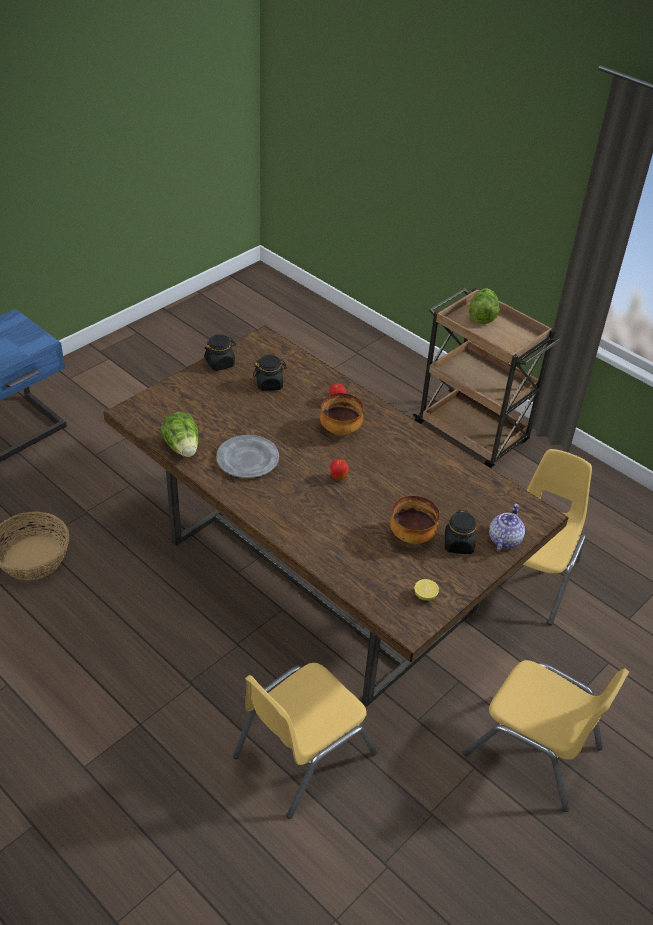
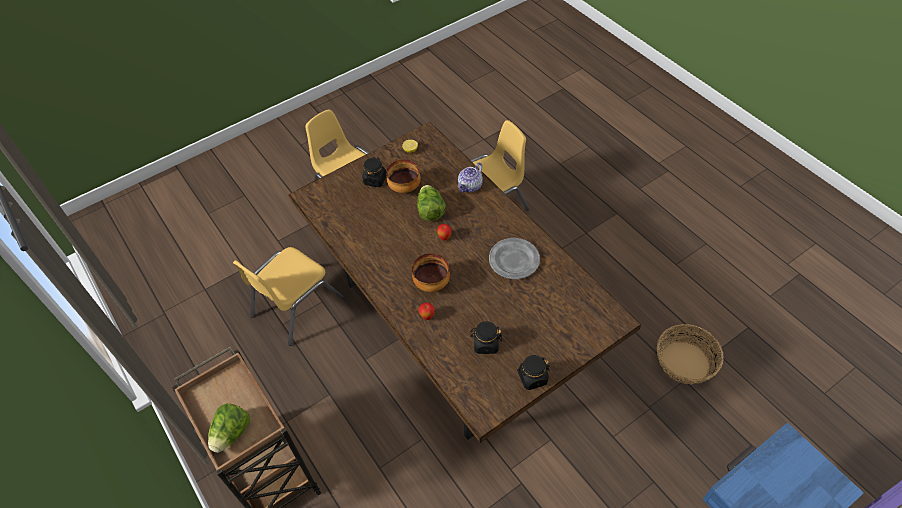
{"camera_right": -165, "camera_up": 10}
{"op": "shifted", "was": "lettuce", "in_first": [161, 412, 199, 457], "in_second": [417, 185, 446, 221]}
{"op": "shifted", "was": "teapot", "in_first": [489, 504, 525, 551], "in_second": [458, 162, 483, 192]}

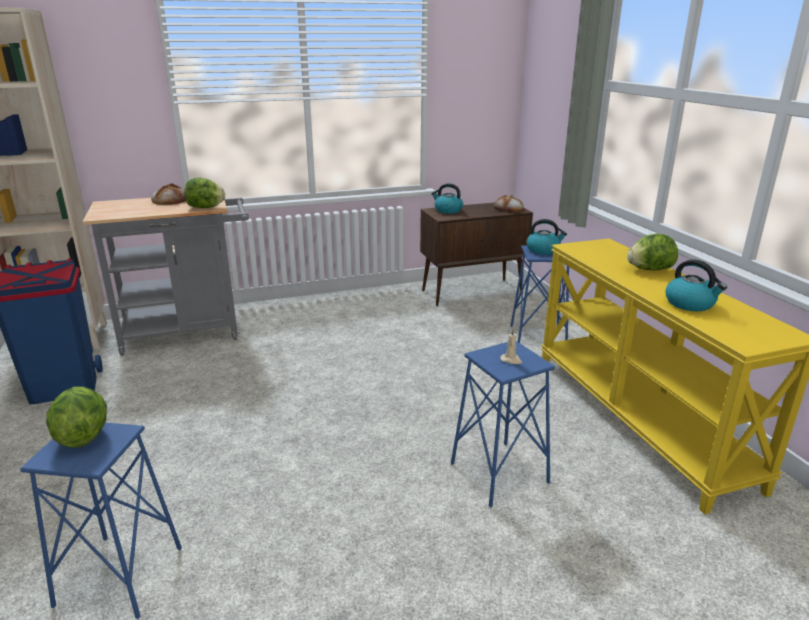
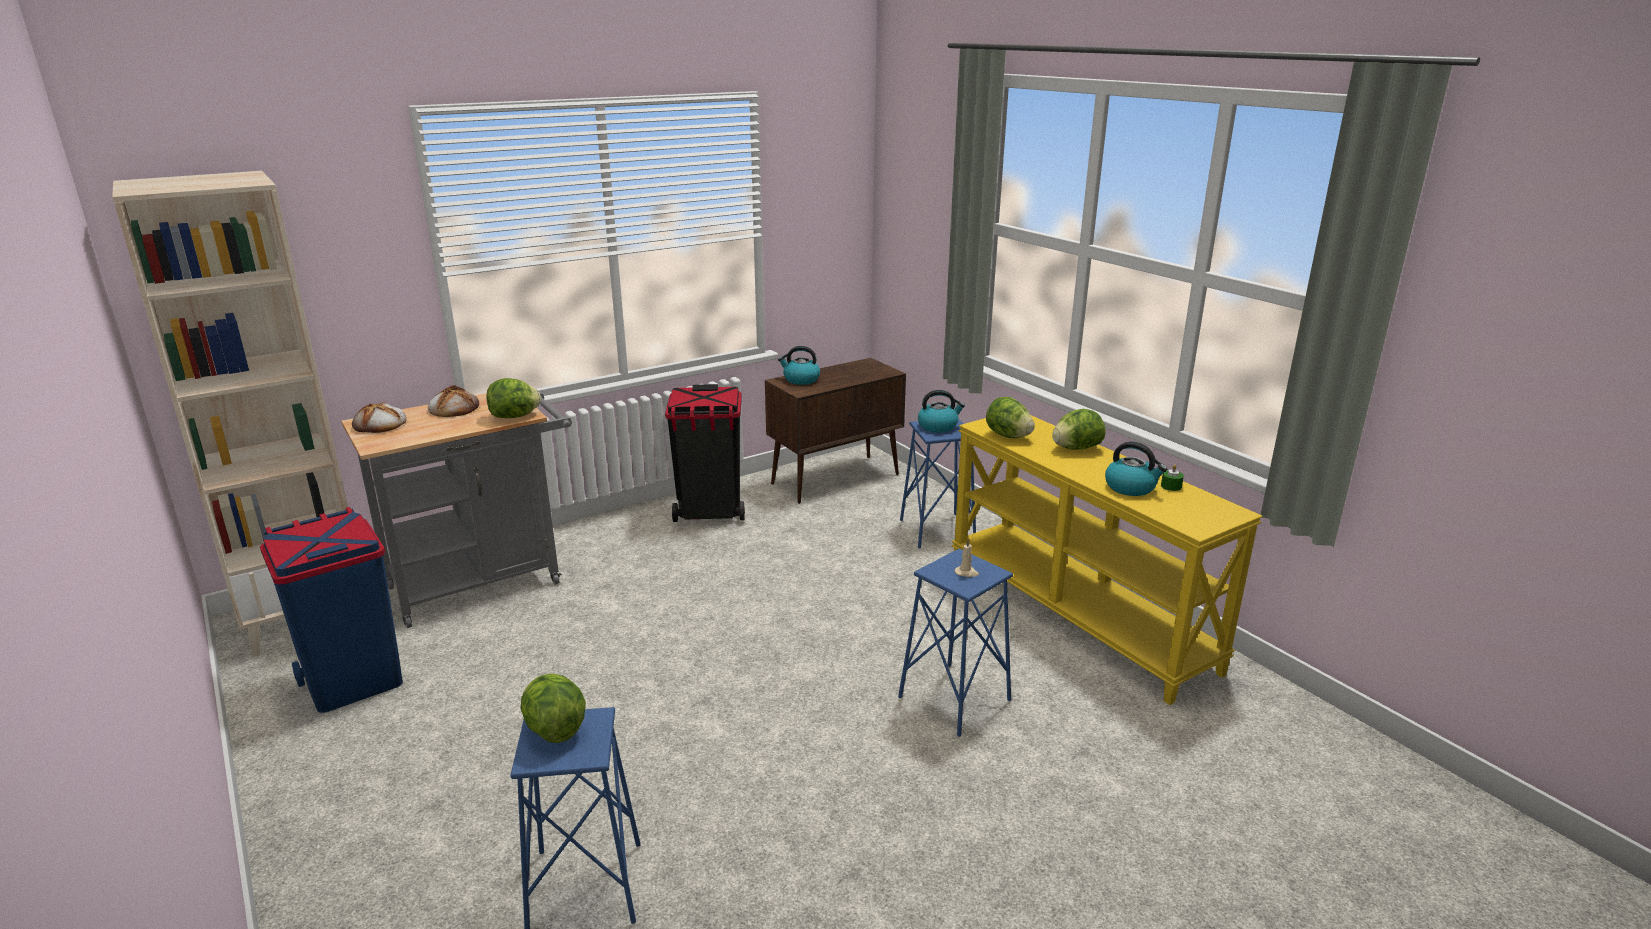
{"camera_right": -15, "camera_up": 0}
{"op": "new", "now": "trash can (black)", "in_second": [665, 384, 745, 522]}
{"op": "new", "now": "lettuce", "in_second": [986, 397, 1035, 438]}
{"op": "new", "now": "candle (green)", "in_second": [1161, 464, 1184, 491]}
{"op": "shifted", "was": "bread", "in_first": [494, 195, 524, 212], "in_second": [352, 402, 407, 433]}

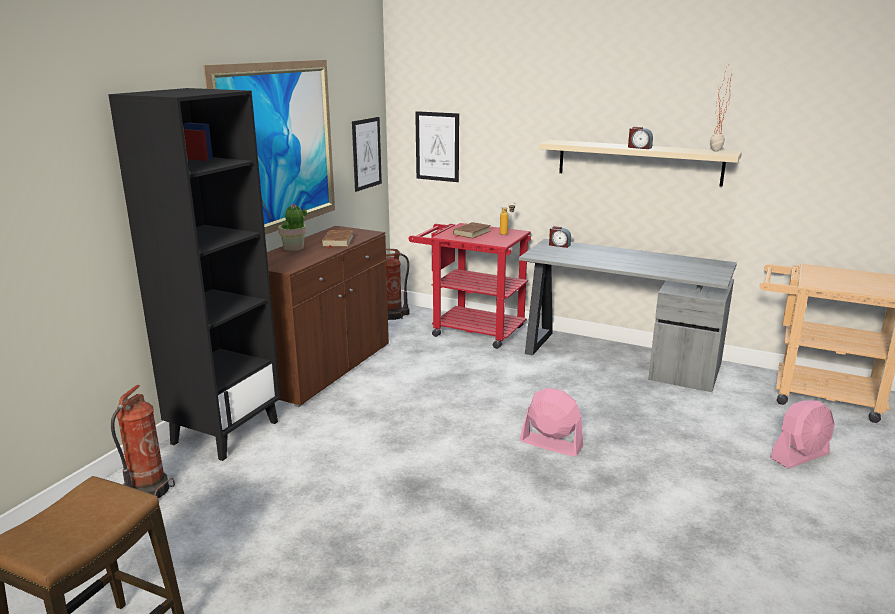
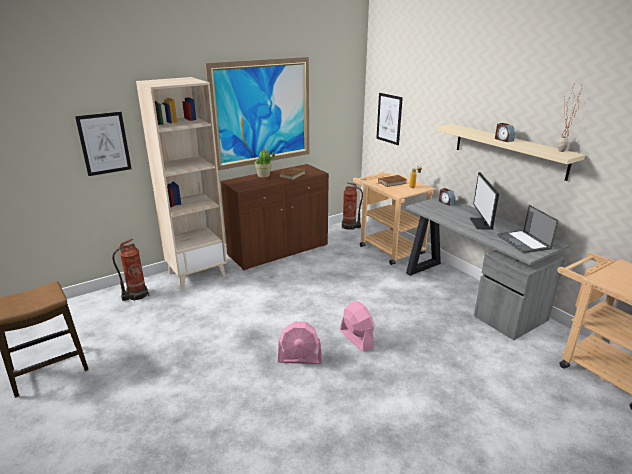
{"camera_right": 30, "camera_up": 5}
{"op": "new", "now": "monitor", "in_second": [470, 172, 499, 230]}
{"op": "new", "now": "laptop", "in_second": [497, 205, 559, 253]}
{"op": "shifted", "was": "picture", "in_first": [352, 117, 382, 192], "in_second": [75, 112, 132, 176]}
{"op": "shifted", "was": "fan (pink)", "in_first": [770, 400, 835, 469], "in_second": [278, 321, 322, 364]}
{"op": "repainted", "was": "bookcase (black)", "now": "bookcase (beige)", "in_first": [108, 88, 281, 461], "in_second": [136, 77, 227, 290]}
{"op": "repainted", "was": "cart (red)", "now": "cart (beige)", "in_first": [409, 223, 531, 349], "in_second": [353, 171, 435, 265]}

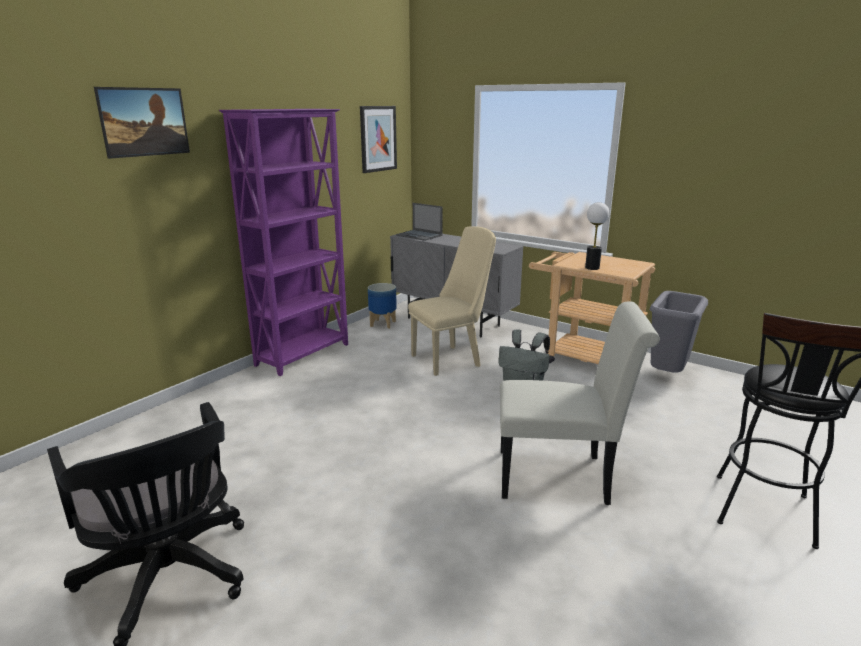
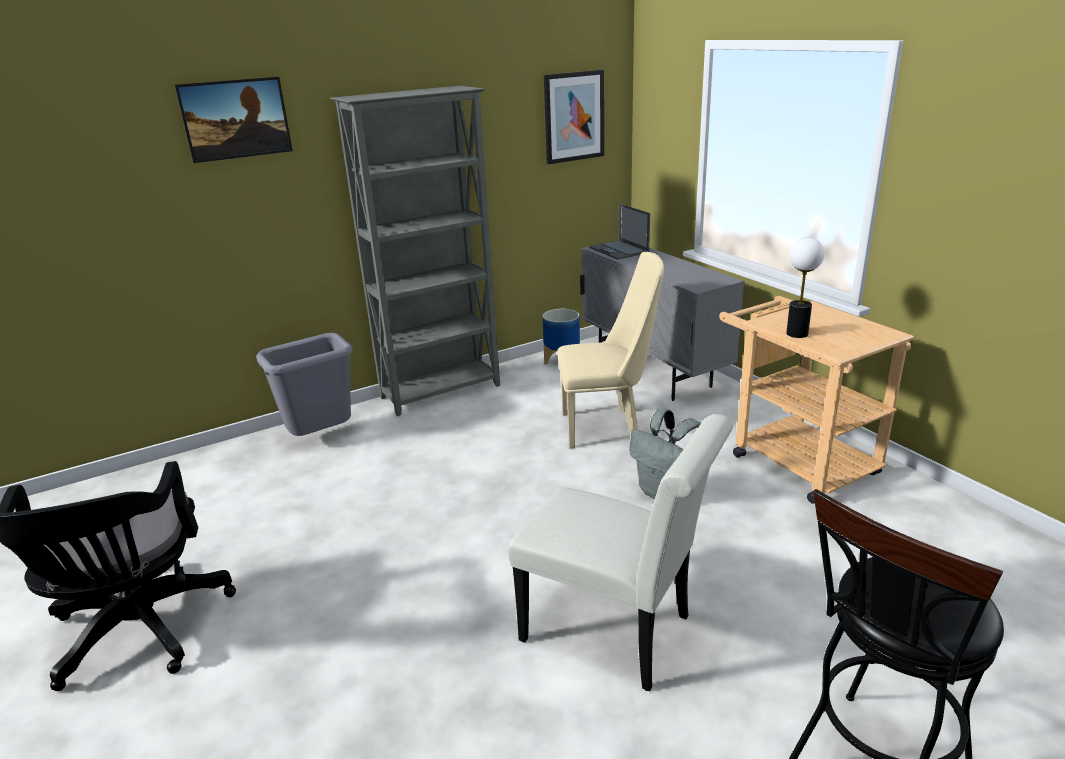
{"camera_right": 25, "camera_up": 5}
{"op": "shifted", "was": "trash can (grey)", "in_first": [650, 291, 708, 373], "in_second": [256, 333, 353, 436]}
{"op": "repainted", "was": "bookcase (purple)", "now": "bookcase (grey)", "in_first": [219, 109, 348, 376], "in_second": [330, 86, 500, 416]}

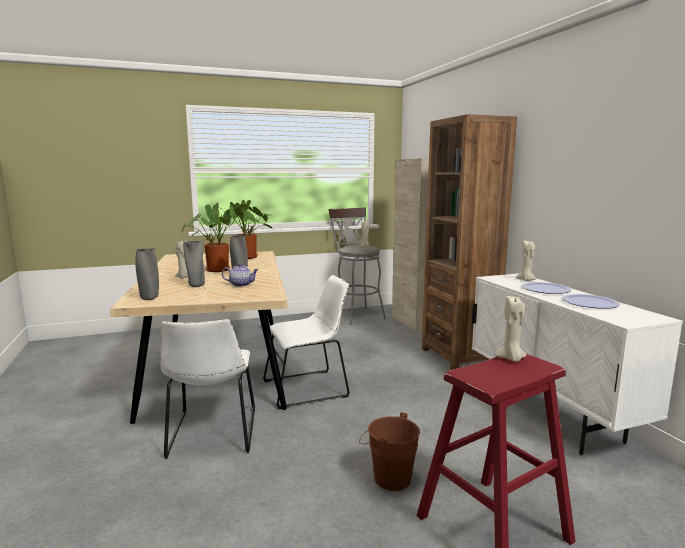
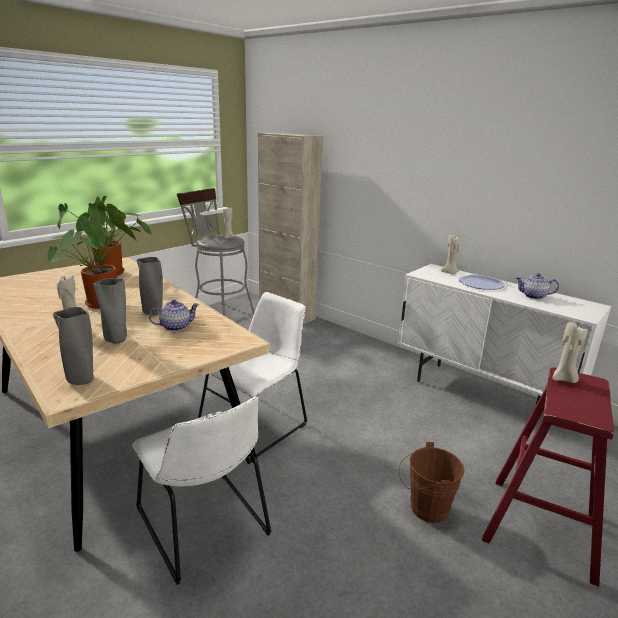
{"camera_right": -30, "camera_up": 10}
{"op": "gone", "was": "bookcase (brown)", "in_first": [422, 114, 517, 370]}
{"op": "swapped", "was": "plate", "now": "teapot", "in_first": [562, 294, 620, 309], "in_second": [516, 273, 559, 299]}

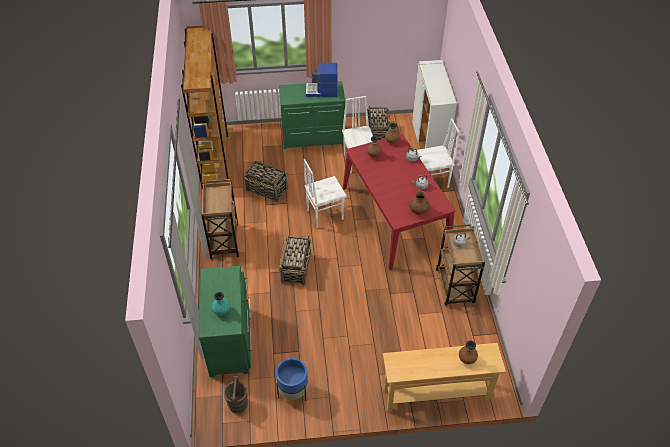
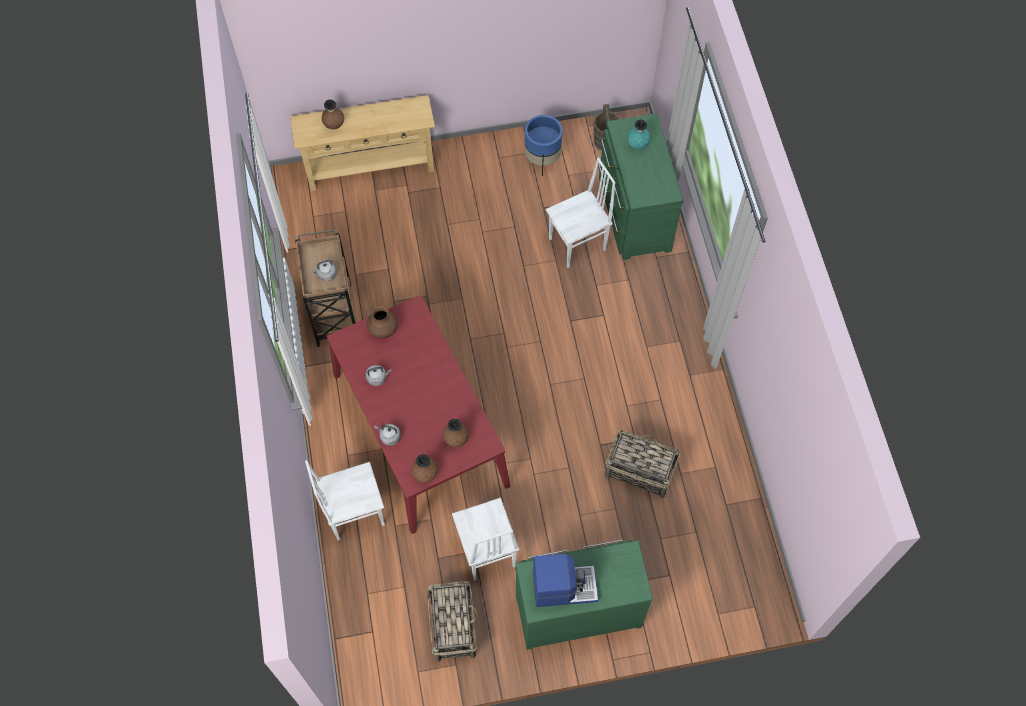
{"camera_right": 175, "camera_up": 15}
{"op": "gone", "was": "bookcase (brown)", "in_first": [181, 26, 228, 189]}
{"op": "gone", "was": "cart (brown)", "in_first": [201, 179, 239, 259]}
{"op": "gone", "was": "basket", "in_first": [279, 236, 311, 286]}
{"op": "gone", "was": "cabinet (white)", "in_first": [412, 60, 457, 152]}
{"op": "shifted", "was": "chair (white)", "in_first": [304, 159, 347, 228], "in_second": [546, 157, 616, 268]}

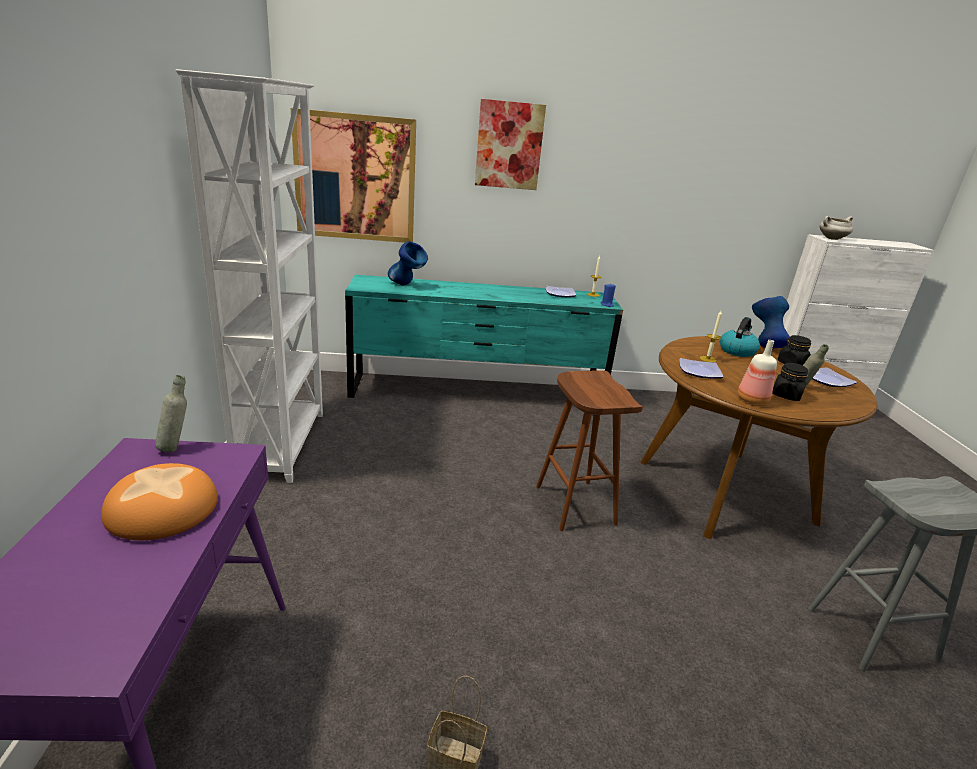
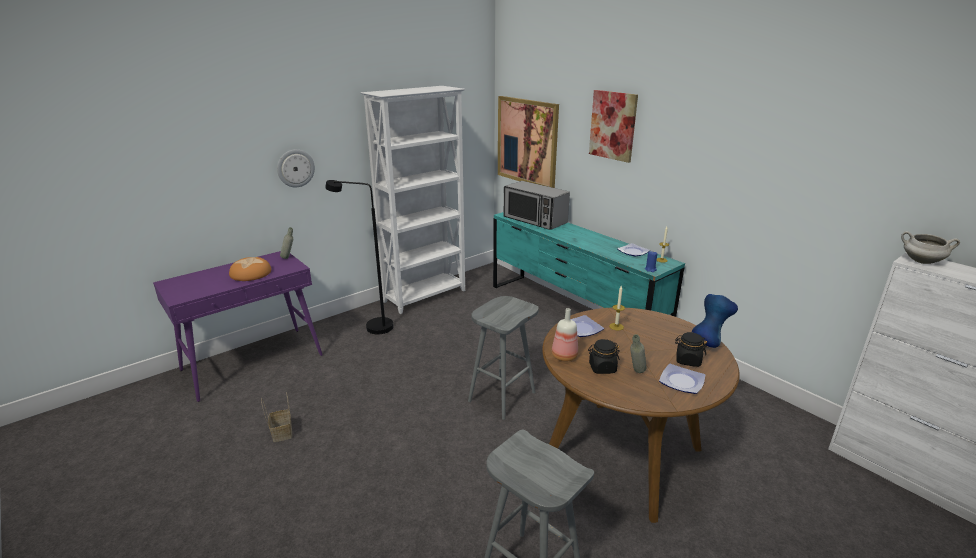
{"camera_right": 55, "camera_up": 0}
{"op": "gone", "was": "kettle", "in_first": [720, 317, 760, 357]}
{"op": "new", "now": "wall clock", "in_second": [277, 149, 315, 187]}
{"op": "new", "now": "floor lamp (black)", "in_second": [325, 180, 393, 334]}
{"op": "swapped", "was": "vase (blue)", "now": "microwave", "in_first": [388, 241, 428, 285], "in_second": [504, 181, 570, 230]}
{"op": "repainted", "was": "stool (brown)", "now": "stool (grey)", "in_first": [536, 370, 643, 531], "in_second": [468, 296, 539, 420]}

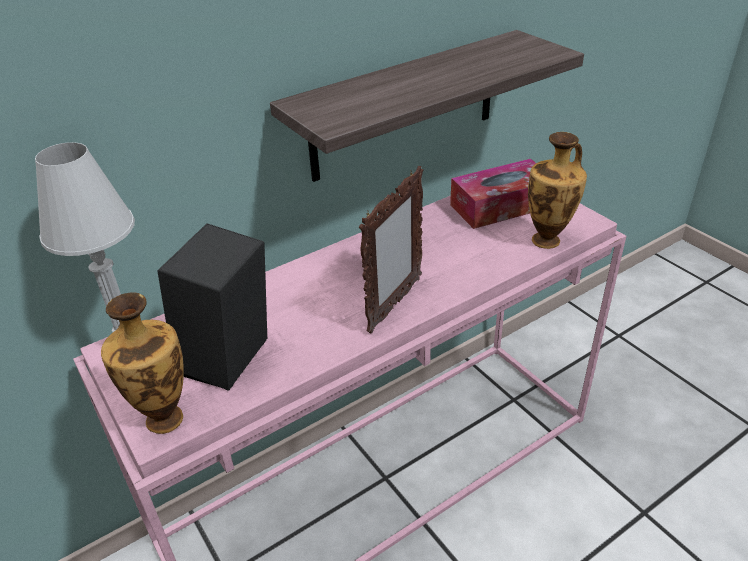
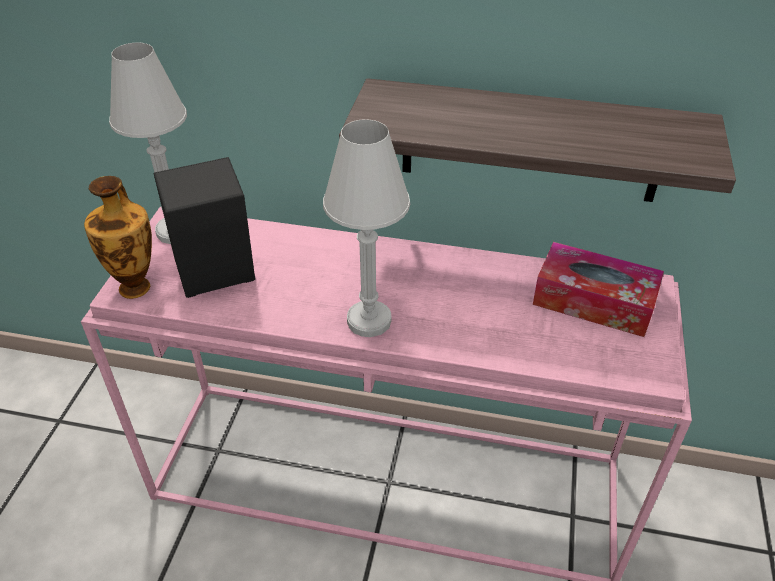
{"camera_right": 45, "camera_up": 5}
{"op": "gone", "was": "vase", "in_first": [528, 132, 587, 249]}
{"op": "swapped", "was": "picture frame", "now": "table lamp (white)", "in_first": [359, 166, 423, 334], "in_second": [323, 119, 410, 337]}

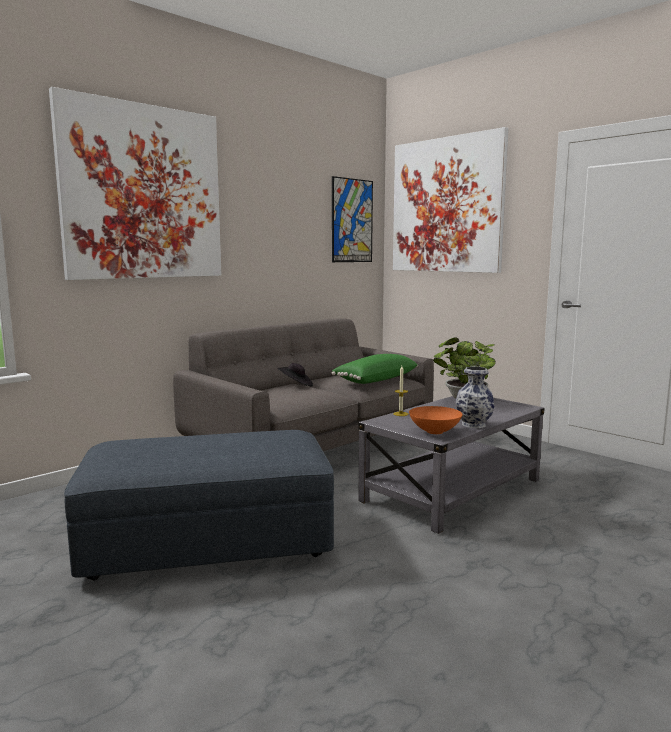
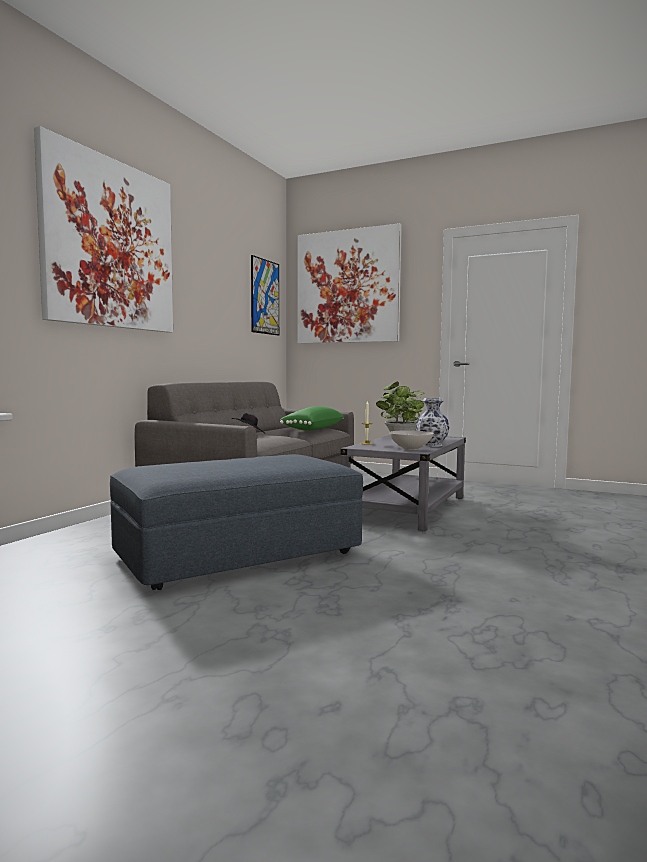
{"camera_right": -20, "camera_up": -5}
{"op": "repainted", "was": "bowl (orange)", "now": "bowl (white)", "in_first": [409, 406, 463, 434], "in_second": [389, 430, 434, 450]}

